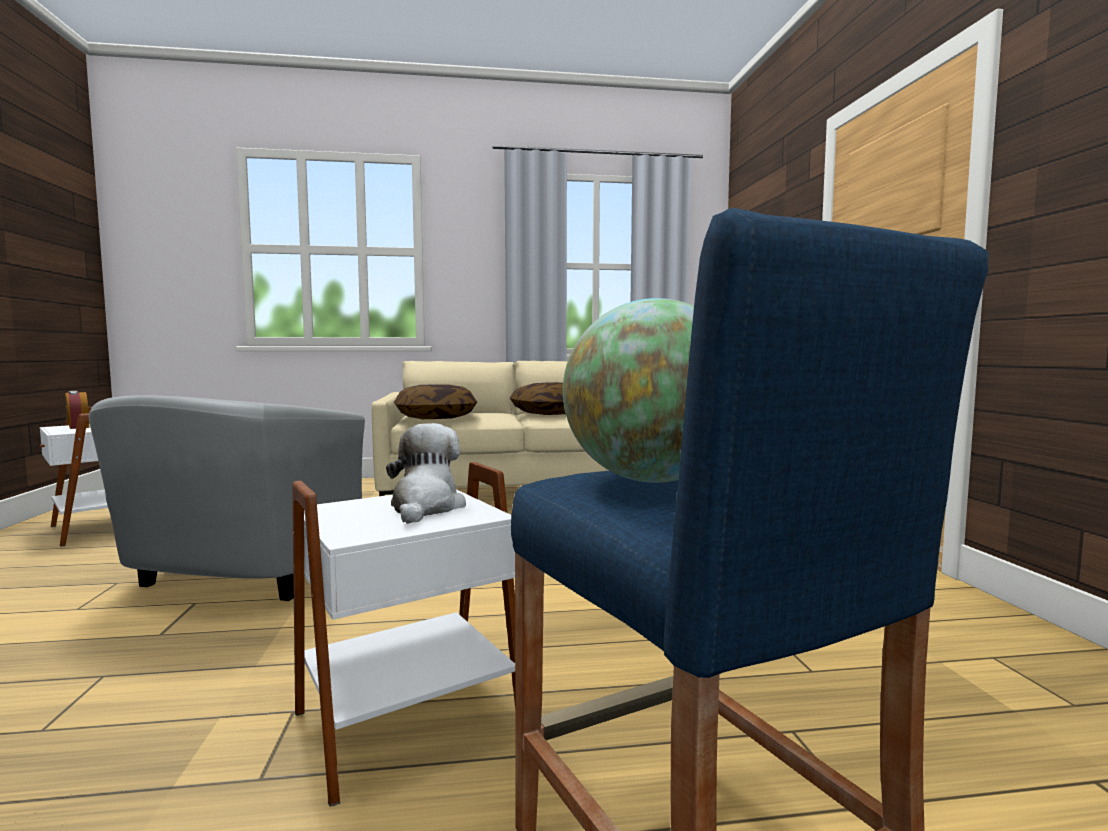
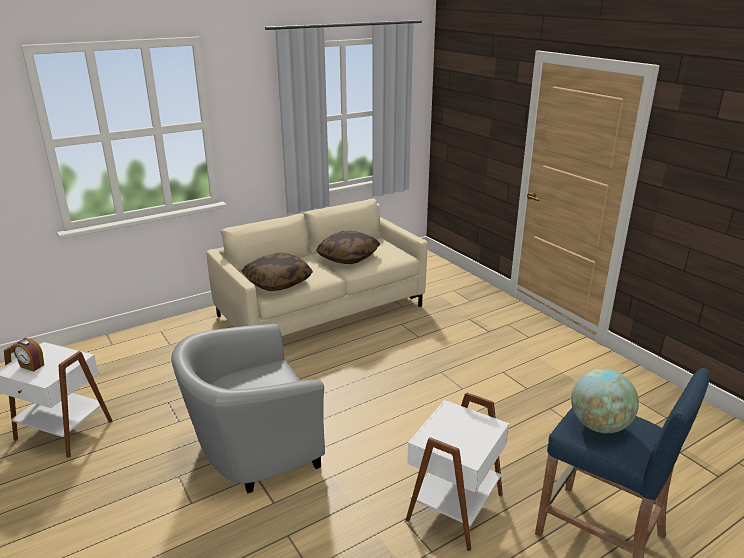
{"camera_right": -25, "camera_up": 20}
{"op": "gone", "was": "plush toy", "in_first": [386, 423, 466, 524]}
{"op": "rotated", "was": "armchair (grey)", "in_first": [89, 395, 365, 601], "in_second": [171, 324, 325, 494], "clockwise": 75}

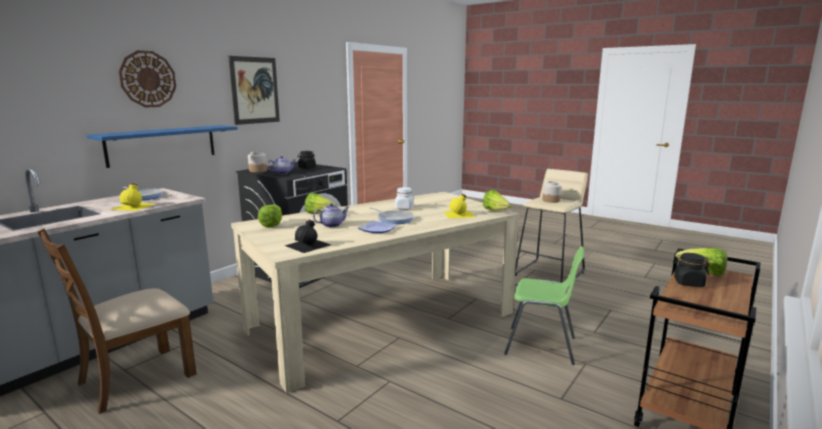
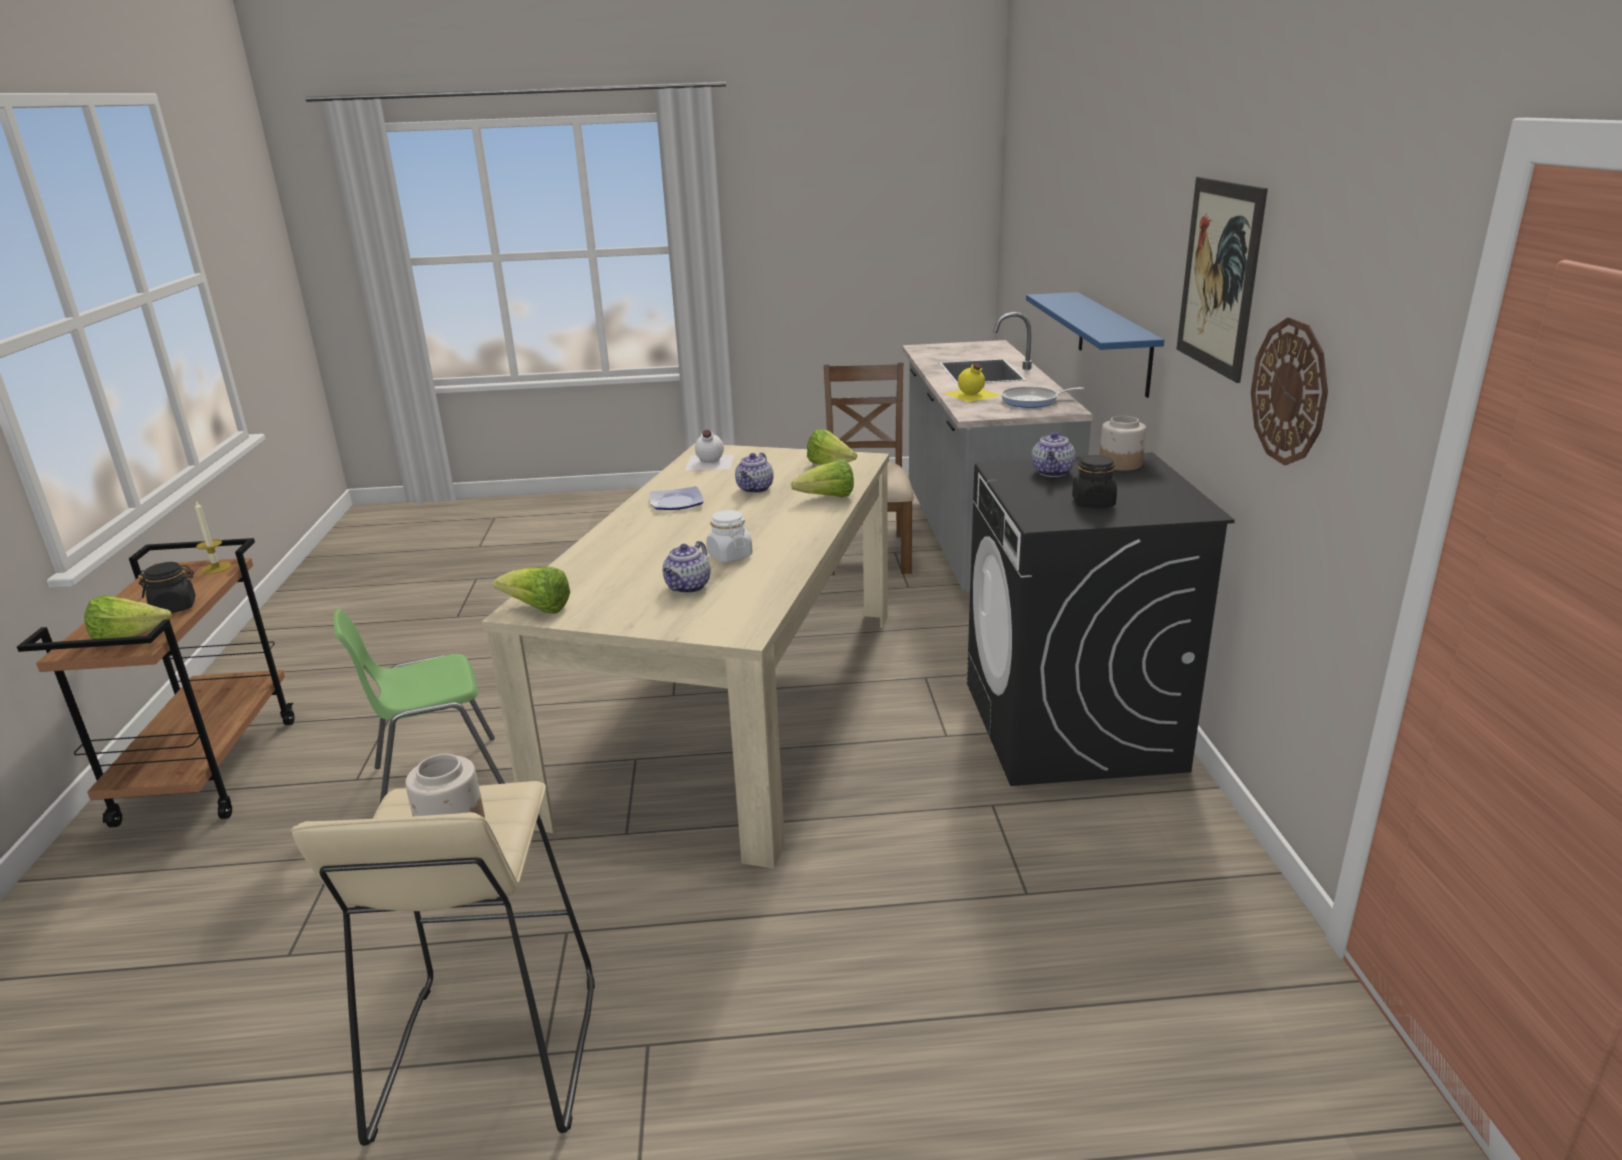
{"camera_right": 140, "camera_up": 10}
{"op": "gone", "was": "frying pan", "in_first": [369, 208, 414, 224]}
{"op": "gone", "was": "bottle (yellow)", "in_first": [443, 194, 476, 218]}
{"op": "new", "now": "candle", "in_second": [195, 501, 231, 574]}
{"op": "new", "now": "teapot", "in_second": [662, 541, 711, 593]}
{"op": "shifted", "was": "wall clock", "in_first": [119, 50, 176, 107], "in_second": [1251, 317, 1328, 465]}
{"op": "repainted", "was": "bottle (black)", "now": "bottle (white)", "in_first": [285, 220, 331, 253], "in_second": [685, 430, 734, 470]}

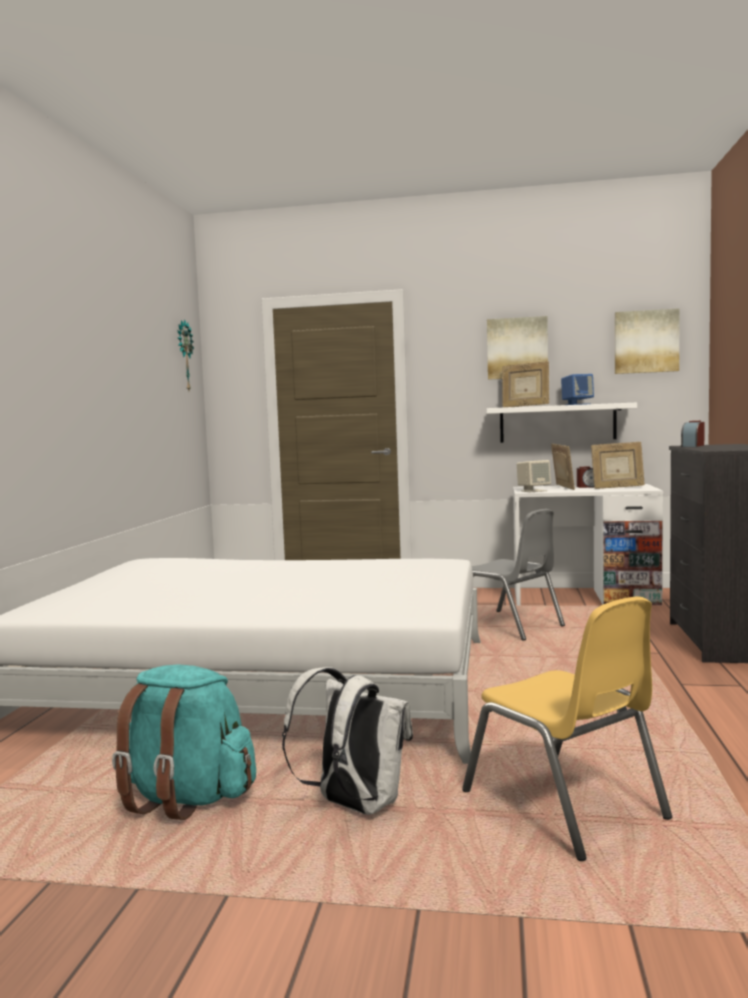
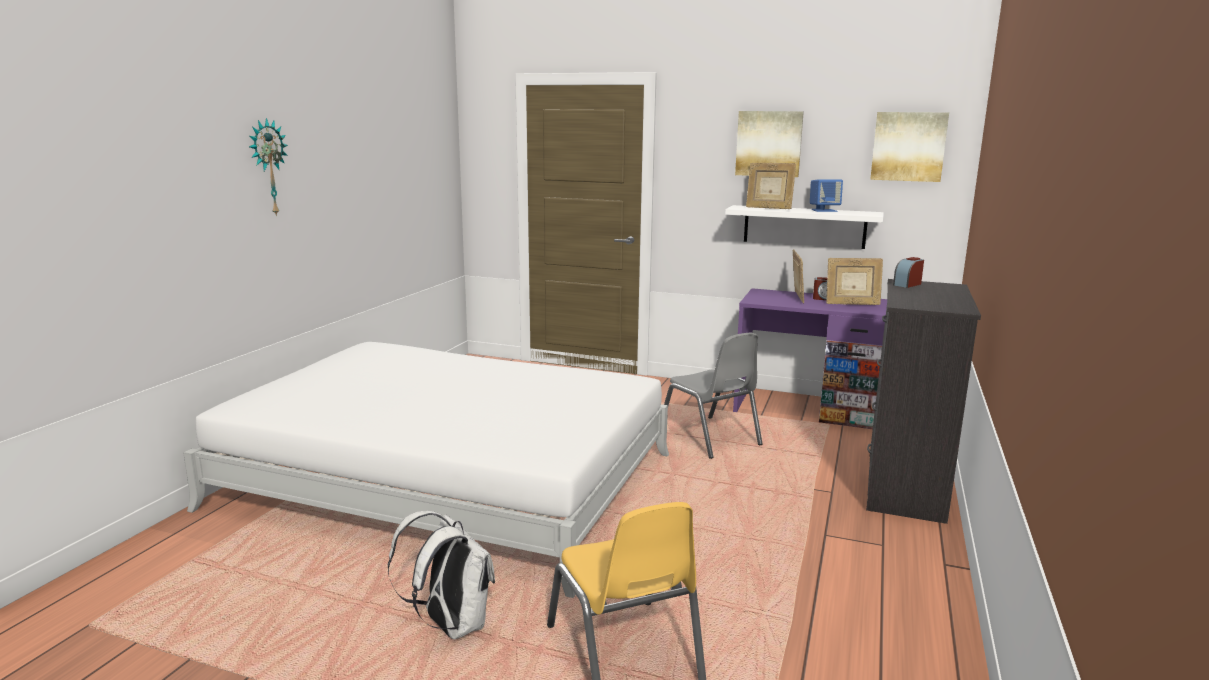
{"camera_right": 10, "camera_up": 10}
{"op": "gone", "was": "backpack (turquoise)", "in_first": [112, 664, 256, 820]}
{"op": "gone", "was": "speaker (beige)", "in_first": [517, 460, 551, 492]}
{"op": "shifted", "was": "wall clock", "in_first": [178, 320, 194, 390], "in_second": [249, 118, 288, 217]}
{"op": "repainted", "was": "desk (white)", "now": "desk (purple)", "in_first": [513, 484, 663, 606], "in_second": [733, 288, 887, 429]}

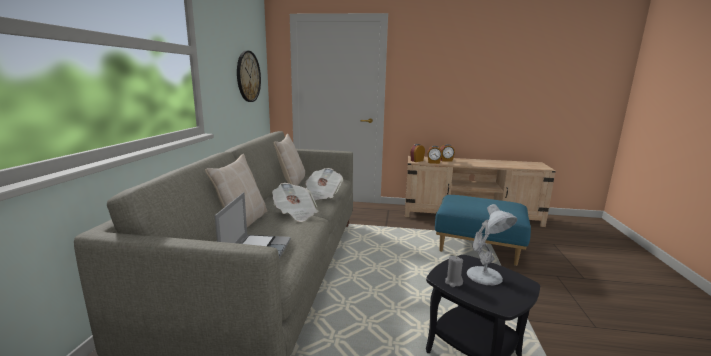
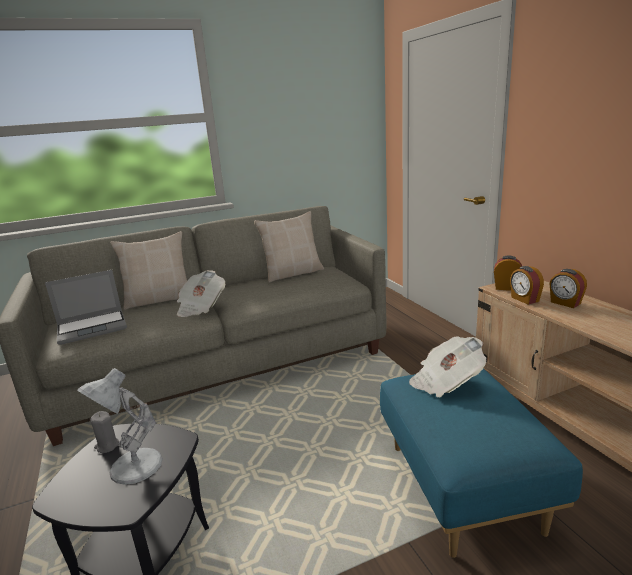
{"camera_right": 60, "camera_up": 5}
{"op": "gone", "was": "wall clock", "in_first": [237, 51, 261, 102]}
{"op": "shifted", "was": "newspaper", "in_first": [305, 168, 343, 200], "in_second": [409, 336, 487, 398]}

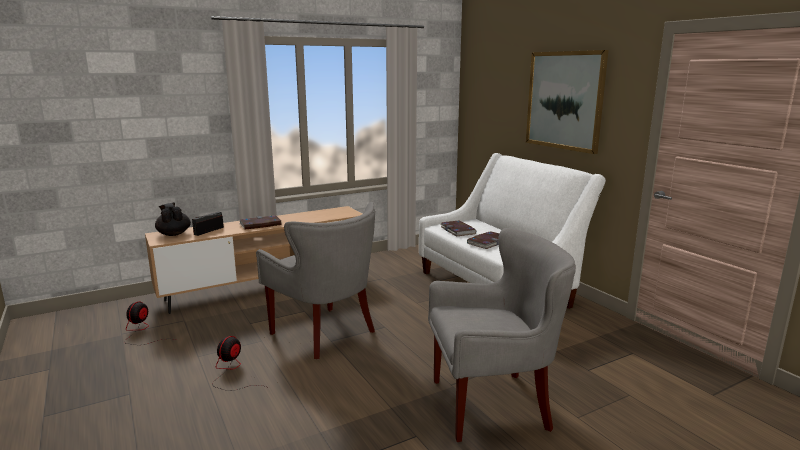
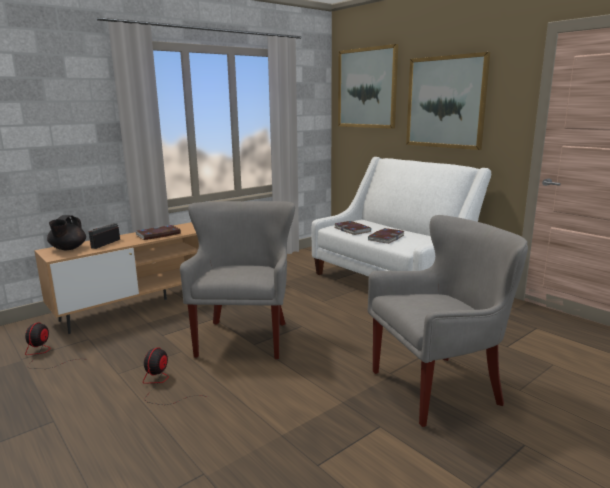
{"camera_right": -10, "camera_up": 0}
{"op": "new", "now": "picture", "in_second": [338, 44, 398, 129]}
{"op": "rotated", "was": "teapot (black)", "in_first": [155, 202, 191, 236], "in_second": [47, 215, 86, 250], "clockwise": -135}
{"op": "rotated", "was": "armchair (grey)", "in_first": [256, 202, 375, 359], "in_second": [180, 201, 295, 360], "clockwise": -120}

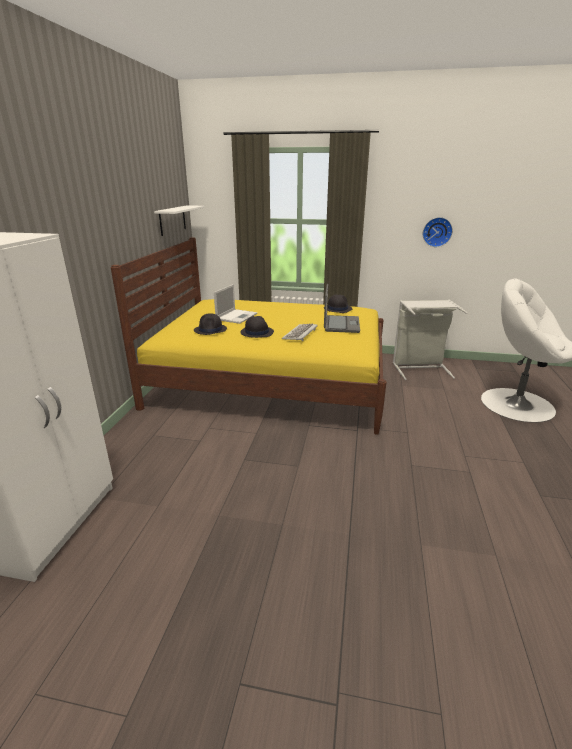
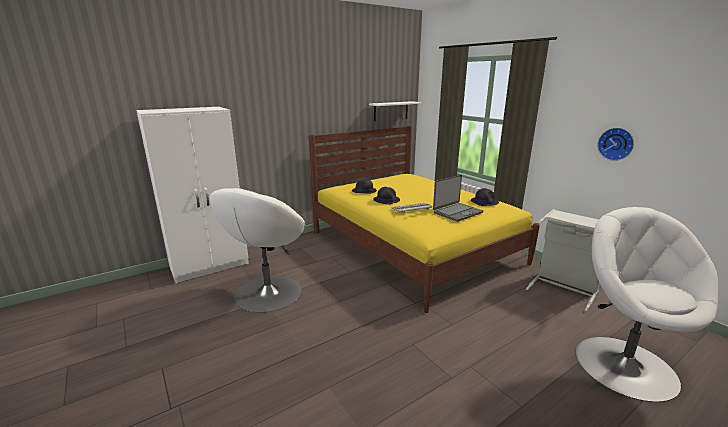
{"camera_right": 45, "camera_up": -5}
{"op": "gone", "was": "laptop", "in_first": [214, 284, 257, 324]}
{"op": "new", "now": "armchair (white)", "in_second": [210, 188, 305, 312]}

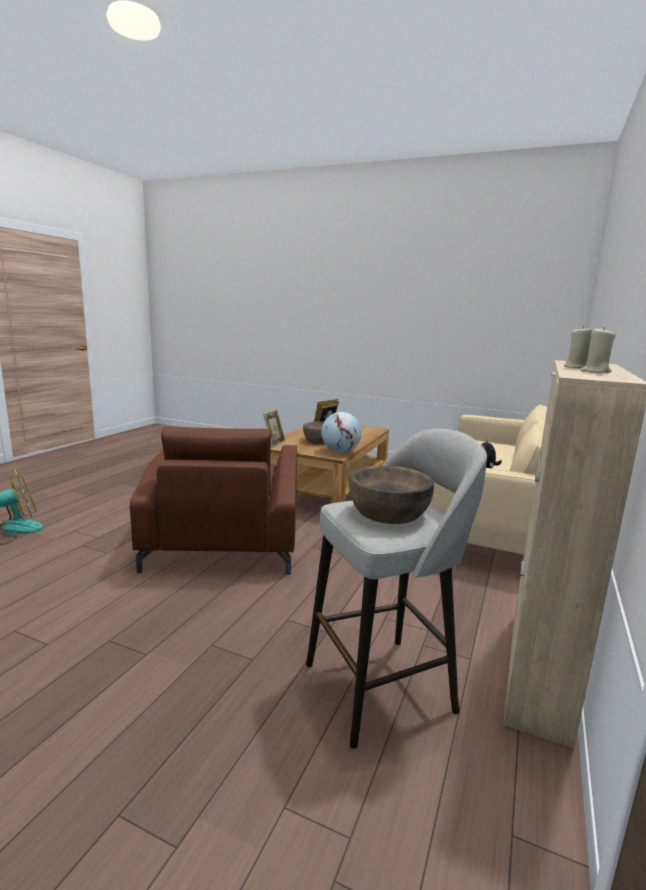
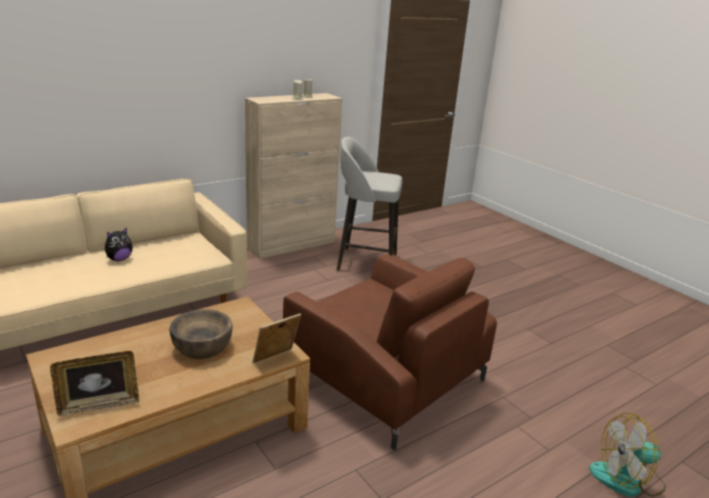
{"camera_right": -150, "camera_up": 10}
{"op": "gone", "was": "globe", "in_first": [321, 412, 362, 453]}
{"op": "gone", "was": "bowl (brown)", "in_first": [349, 466, 434, 524]}
{"op": "rotated", "was": "armchair (brown)", "in_first": [130, 426, 297, 575], "in_second": [283, 254, 497, 450], "clockwise": 105}

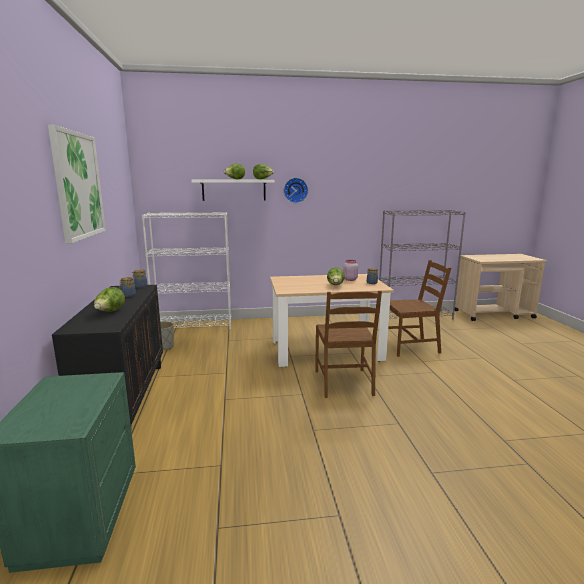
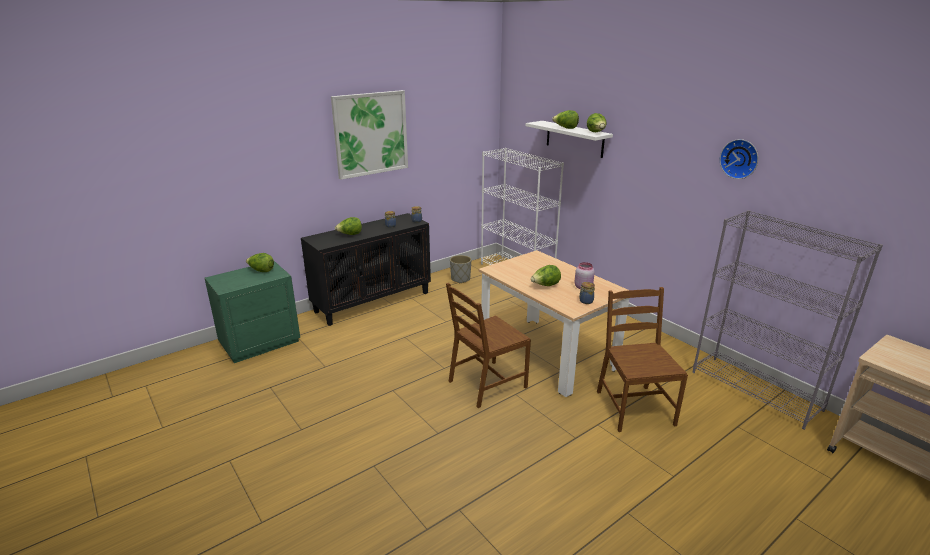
{"camera_right": 60, "camera_up": 10}
{"op": "new", "now": "lettuce", "in_second": [246, 253, 274, 272]}
{"op": "shifted", "was": "wall clock", "in_first": [284, 178, 308, 203], "in_second": [720, 139, 758, 179]}
{"op": "rotated", "was": "chair (brown)", "in_first": [388, 260, 451, 357], "in_second": [597, 287, 688, 432], "clockwise": -150}

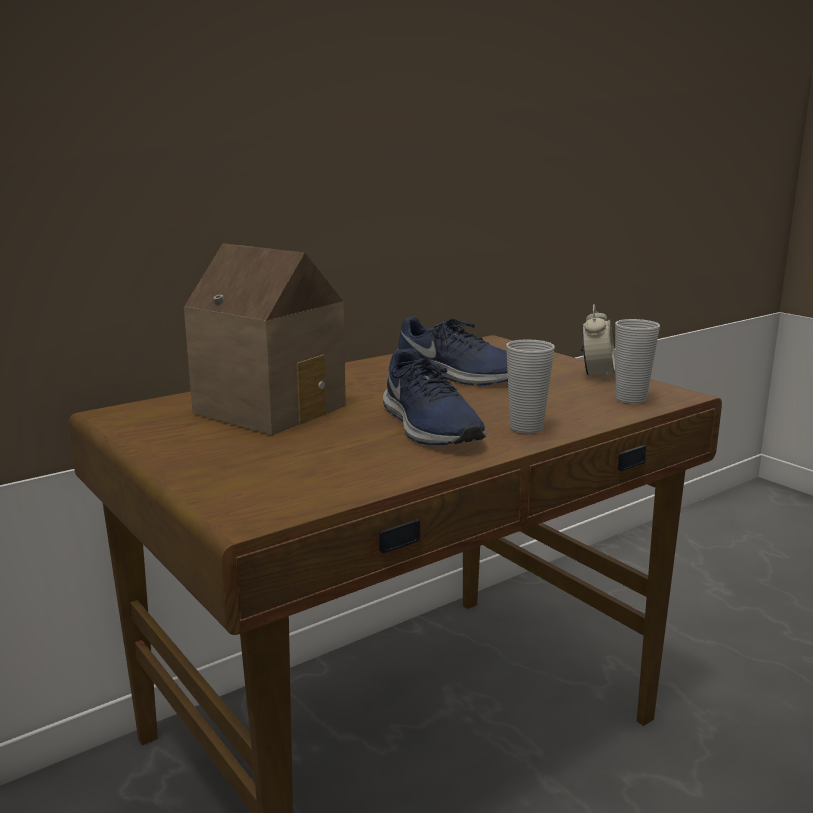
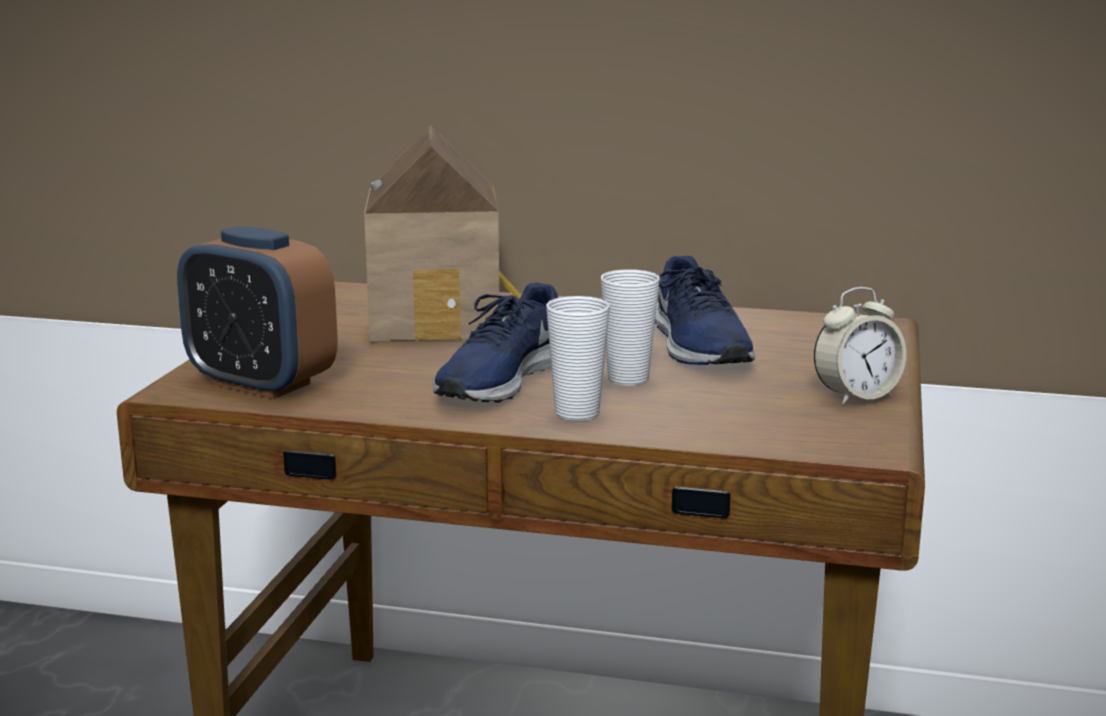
{"camera_right": 50, "camera_up": 0}
{"op": "new", "now": "alarm clock", "in_second": [177, 226, 338, 399]}
{"op": "shifted", "was": "cup", "in_first": [615, 319, 660, 404], "in_second": [601, 269, 660, 386]}

